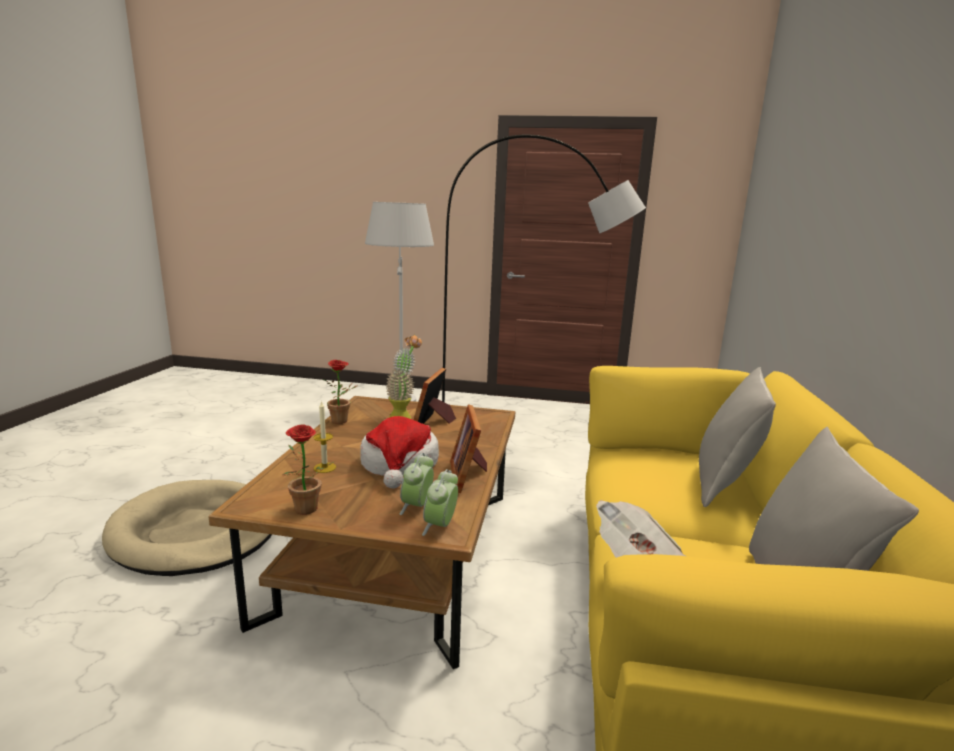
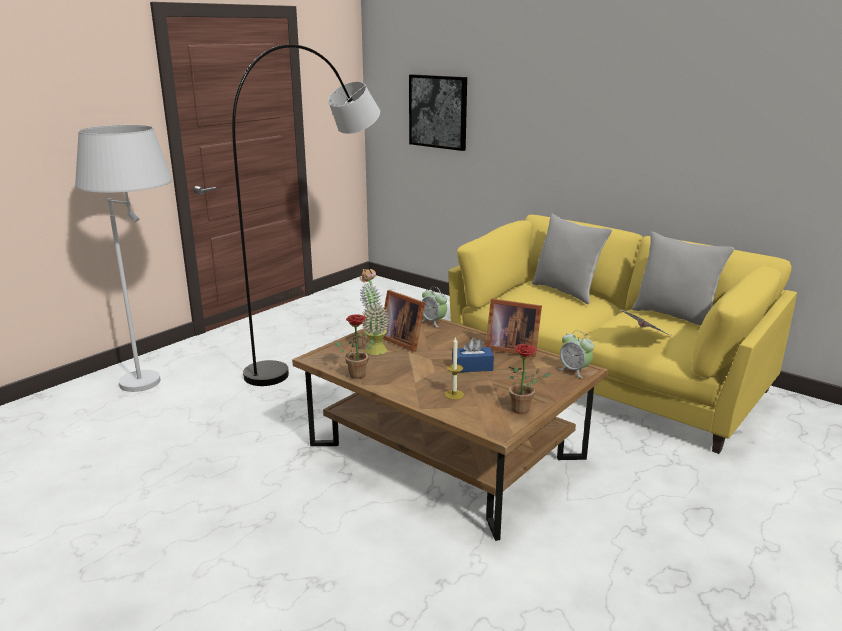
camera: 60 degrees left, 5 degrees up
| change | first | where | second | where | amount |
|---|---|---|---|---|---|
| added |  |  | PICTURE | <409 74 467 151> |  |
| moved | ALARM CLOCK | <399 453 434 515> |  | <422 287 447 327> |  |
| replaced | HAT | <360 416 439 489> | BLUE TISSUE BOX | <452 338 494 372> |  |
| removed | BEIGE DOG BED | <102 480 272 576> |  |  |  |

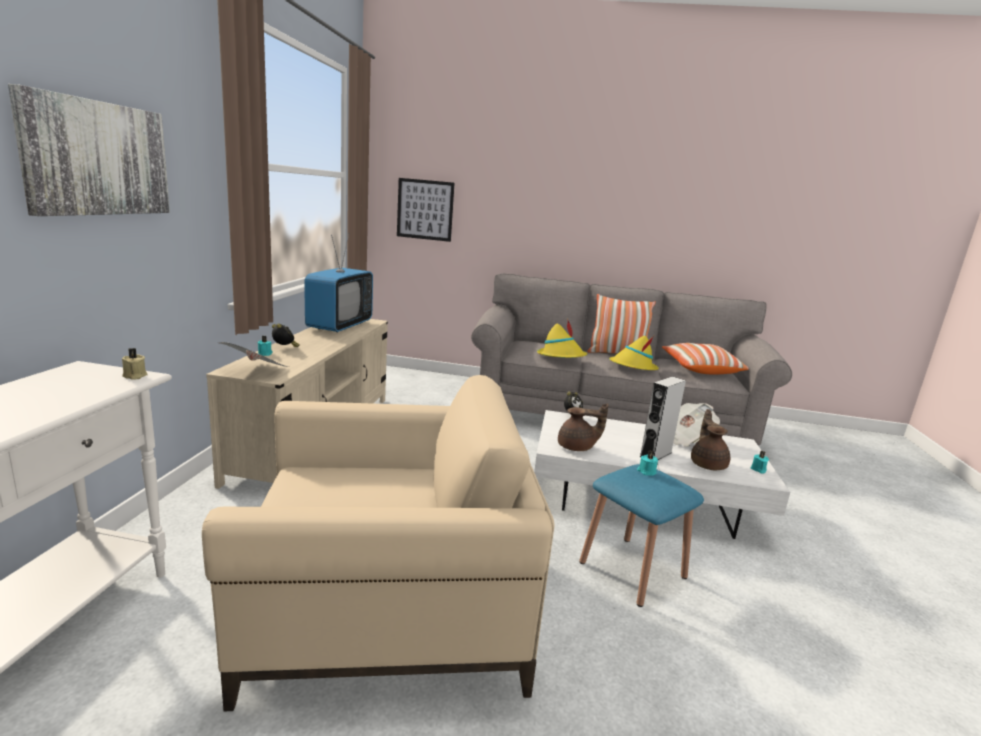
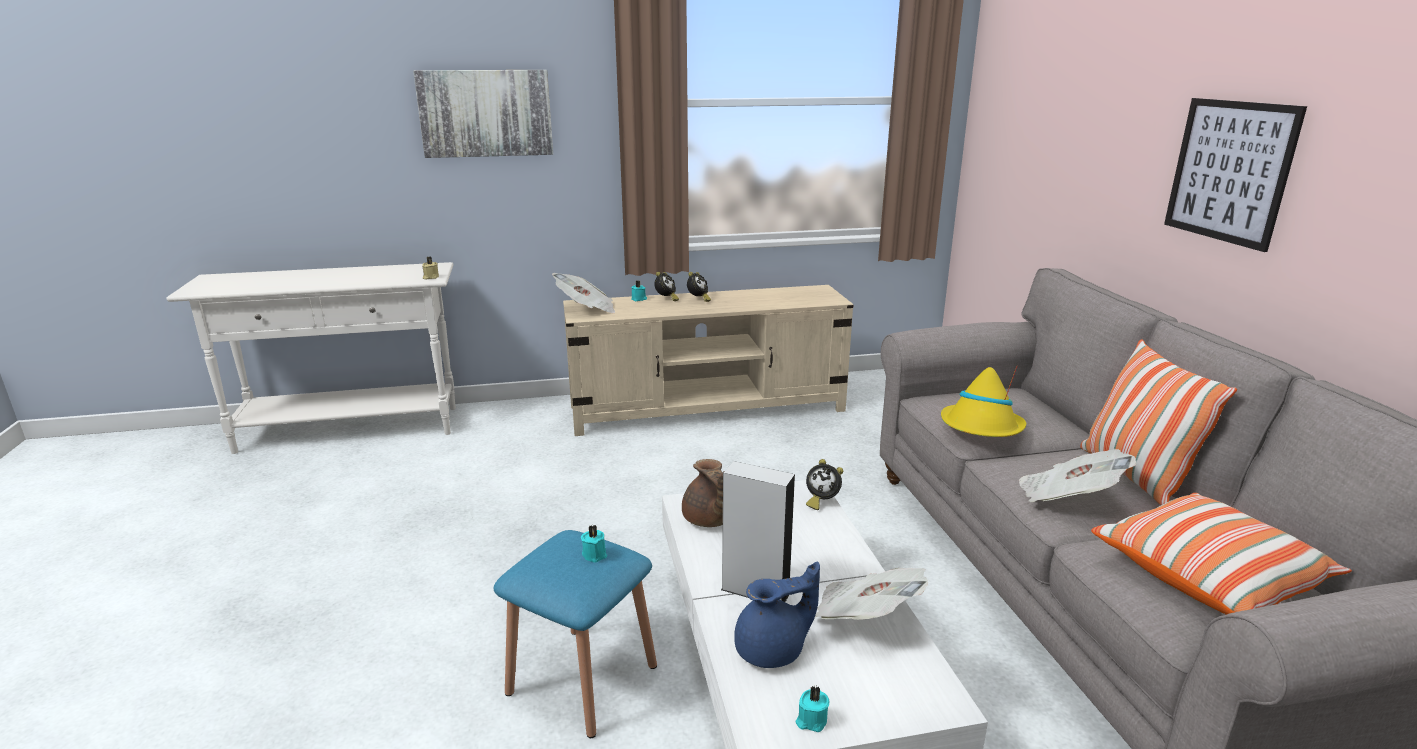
camera: 70 degrees right, 5 degrees up
| change | first | where | second | where | amount |
|---|---|---|---|---|---|
| added |  |  | ALARM CLOCK | <687 272 711 302> |  |
| recoloured | BROWN TEAPOT | <691 409 730 470> | BLUE TEAPOT | <734 561 820 668> |  |
| replaced | YELLOW HAT | <609 336 659 370> | NEWSPAPER | <1019 449 1137 502> |  |
| moved | PICTURE | <397 178 455 242> |  | <1164 98 1307 252> |  |
| removed | BEIGE ARMCHAIR | <202 375 555 711> |  |  |  |
| removed | TELEVISION | <304 233 373 333> |  |  |  |

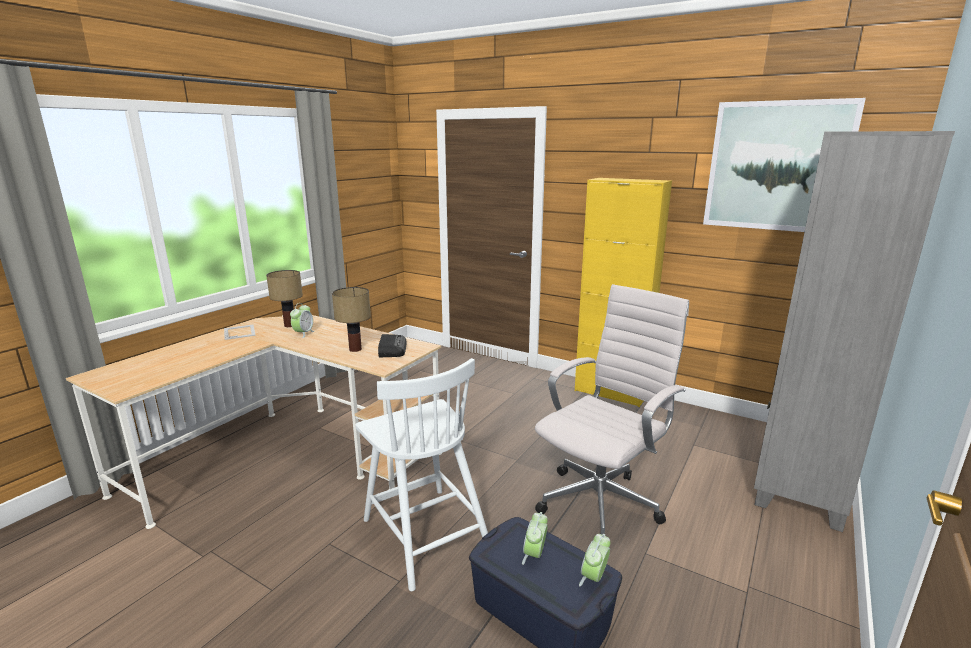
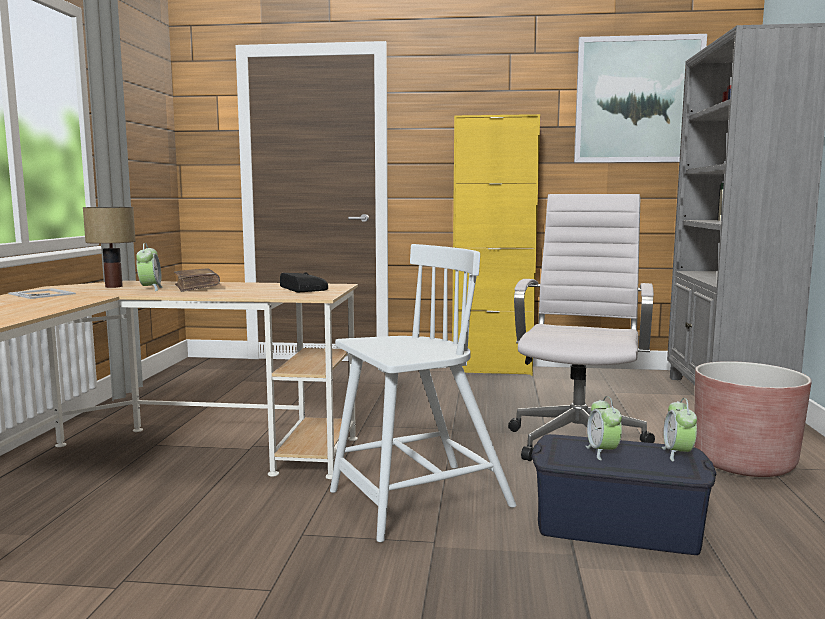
camera: 25 degrees left, 10 degrees down
| change | first | where | second | where | amount |
|---|---|---|---|---|---|
| added |  |  | BROWN BOOK | <174 269 220 292> |  |
| turned | WHITE CHAIR | <355 358 488 591> |  | <330 244 516 542> | 60 degrees counterclockwise |
| added |  |  | BROWN PLANTER | <694 361 812 477> |  |
| removed | TABLE LAMP | <332 287 371 352> |  |  |  |

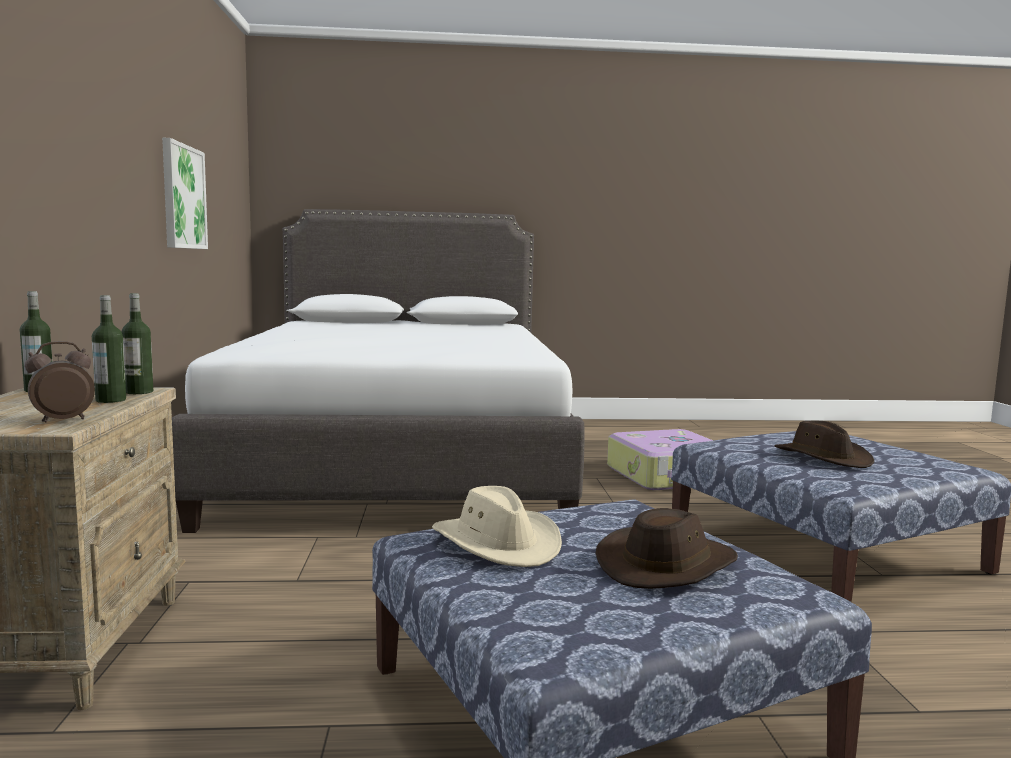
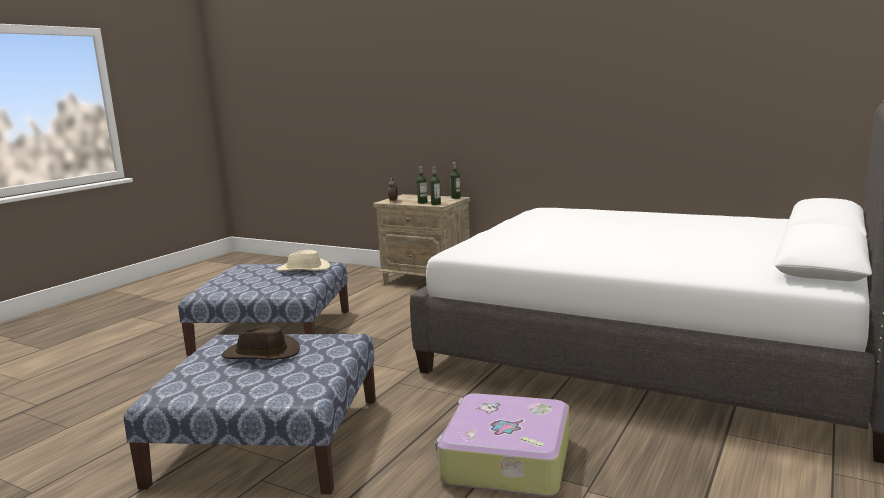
camera: 125 degrees right, 5 degrees up
| change | first | where | second | where | amount |
|---|---|---|---|---|---|
| removed | PICTURE | <162 138 208 249> |  |  |  |
| removed | BROWN HAT | <596 508 738 589> |  |  |  |

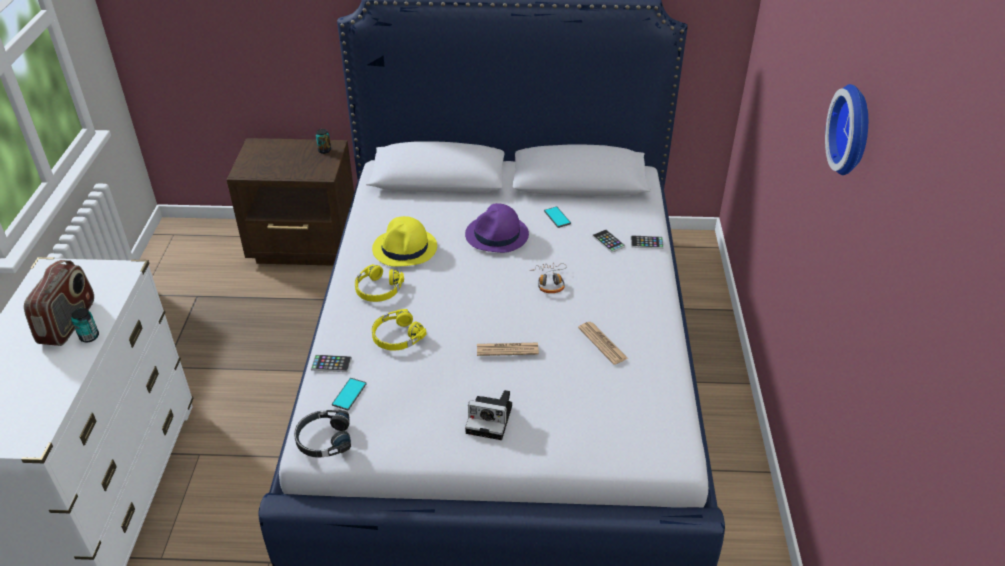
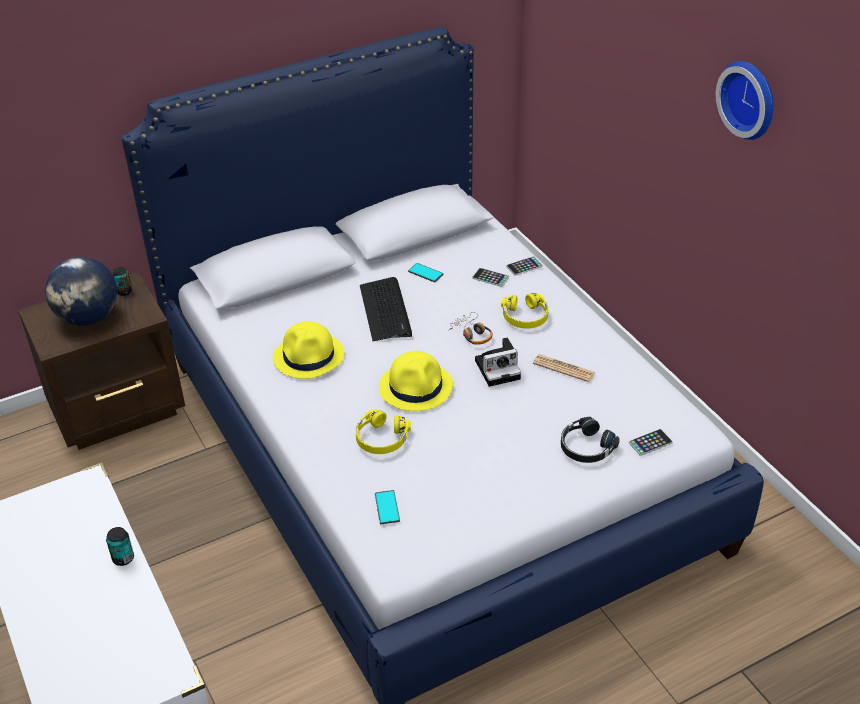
camera: 30 degrees left, 0 degrees up
| change | first | where | second | where | amount |
|---|---|---|---|---|---|
| added |  |  | GLOBE | <45 257 117 326> |  |
| replaced | PURPLE HAT | <465 203 529 253> | KEYBOARD | <360 277 412 341> |  |
| added |  |  | YELLOW HAT | <379 351 453 411> |  |
| moved | PHOTO CAMERA | <465 390 512 440> |  | <475 338 521 387> |  |
| moved | YELLOW HEADPHONES | <355 264 404 302> |  | <501 293 549 329> |  |
| moved | BLACK HEADPHONES | <294 410 351 458> |  | <561 417 620 463> |  |
| moved | PHONE | <311 355 352 372> |  | <629 429 673 456> |  |
| removed | RADIO | <24 260 94 346> |  |  |  |
| removed | NEWSPAPER | <477 343 539 356> |  |  |  |

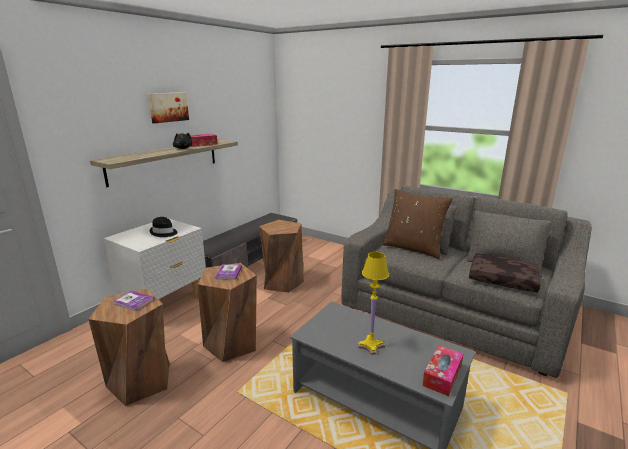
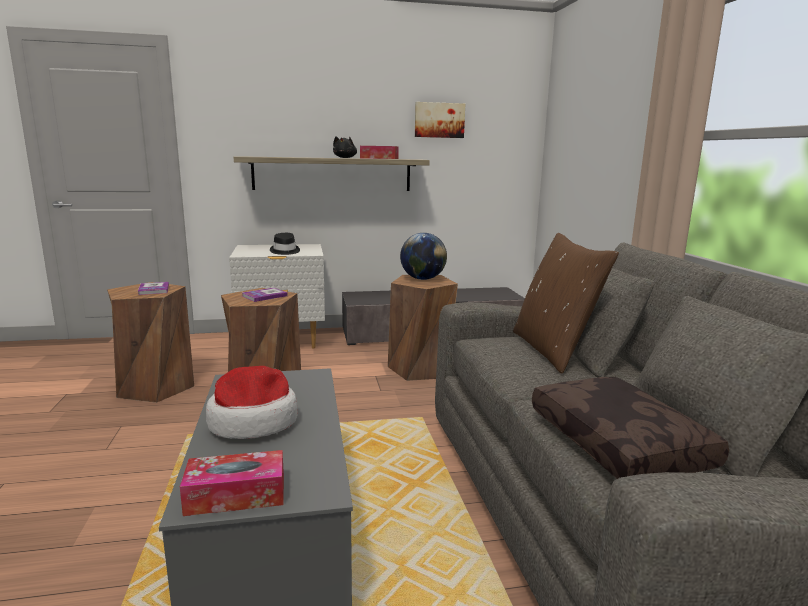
camera: 45 degrees right, 5 degrees down
| change | first | where | second | where | amount |
|---|---|---|---|---|---|
| replaced | YELLOW TABLE LAMP | <357 252 389 355> | HAT | <206 366 298 439> |  |
| added |  |  | GLOBE | <400 233 447 280> |  |
| moved | PICTURE | <148 92 189 123> |  | <415 102 465 138> |  |

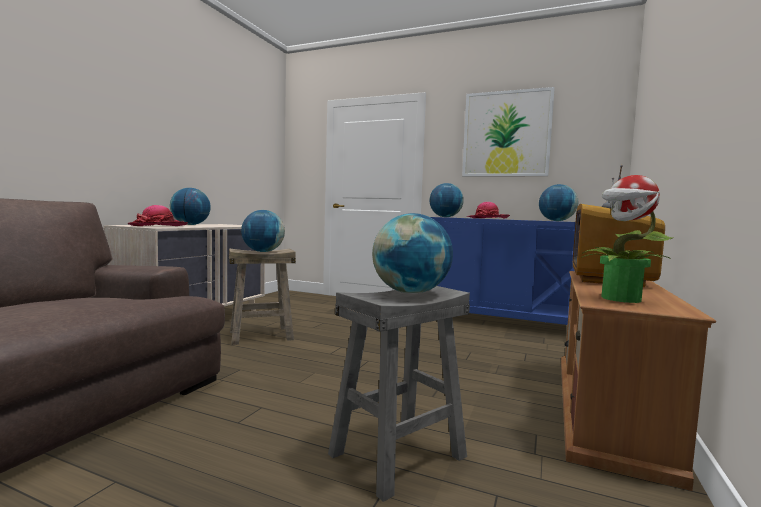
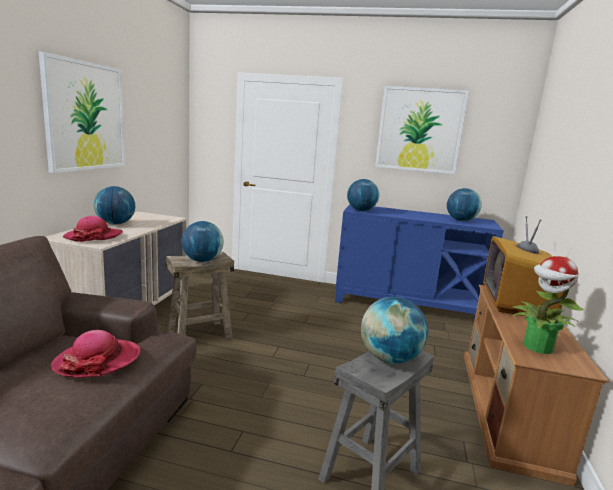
camera: 10 degrees left, 10 degrees up
| change | first | where | second | where | amount |
|---|---|---|---|---|---|
| added |  |  | PICTURE | <39 52 125 173> |  |
| moved | HAT | <466 202 510 219> |  | <51 330 141 378> |  |

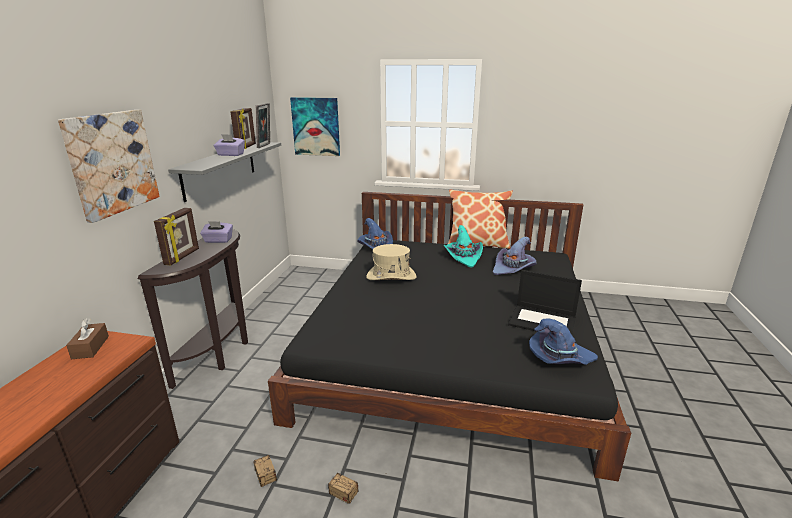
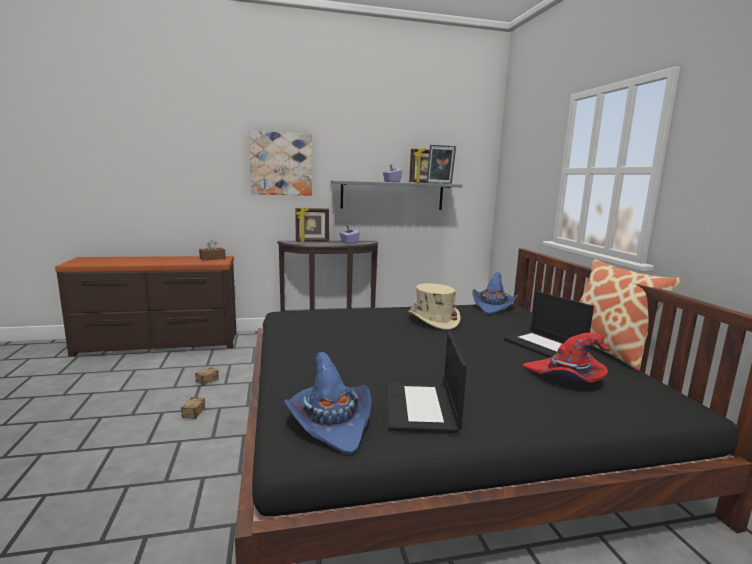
camera: 65 degrees right, 10 degrees down
| change | first | where | second | where | amount |
|---|---|---|---|---|---|
| replaced | TURQUOISE HAT | <444 225 483 268> | LAPTOP | <504 291 594 358> |  |
| recoloured | PURPLE HAT | <493 236 537 275> | RED HAT | <523 333 609 383> |  |
| removed | PICTURE | <290 97 340 156> |  |  |  |

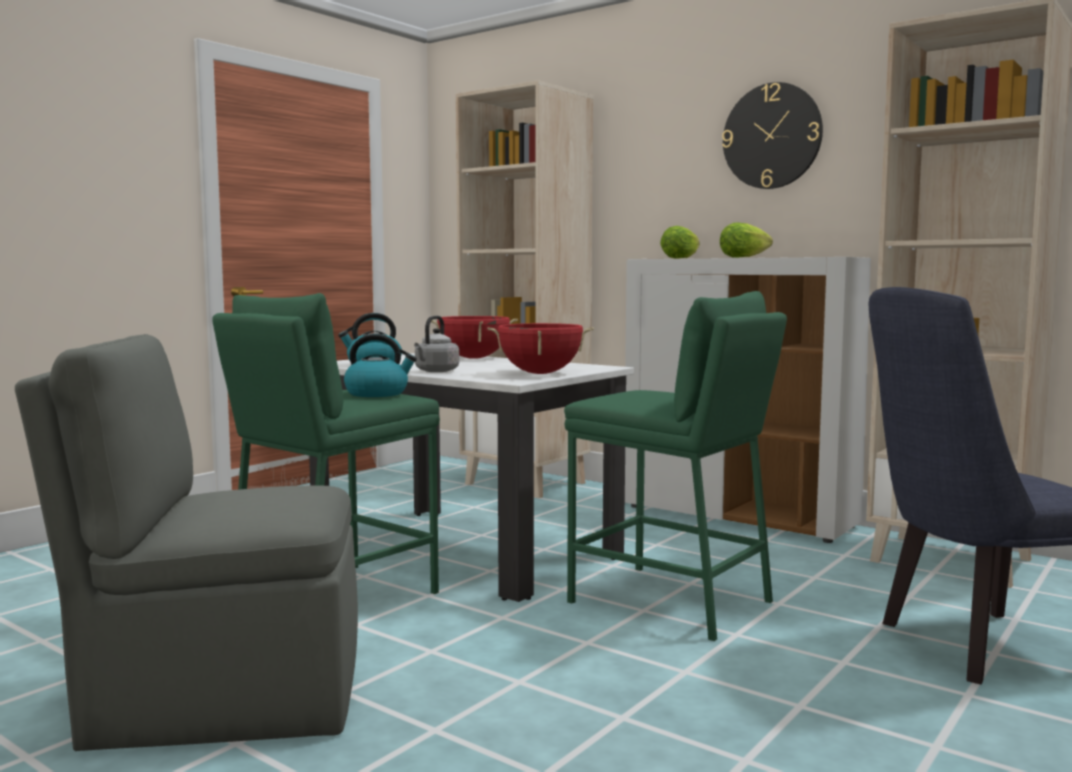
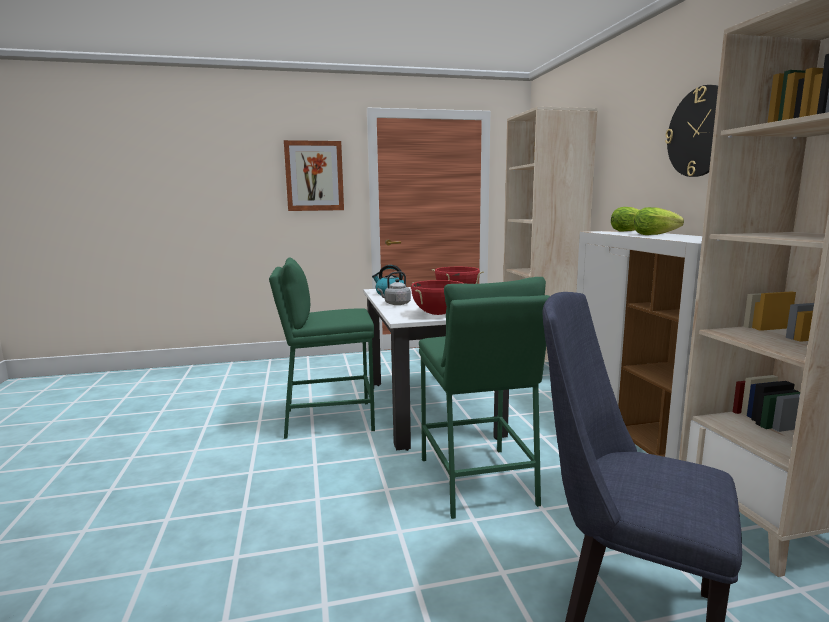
camera: 40 degrees right, 5 degrees up
| change | first | where | second | where | amount |
|---|---|---|---|---|---|
| added |  |  | PICTURE | <284 140 344 211> |  |
| removed | GREY CHAIR | <15 334 358 751> |  |  |  |
| removed | KETTLE | <344 334 417 397> |  |  |  |

